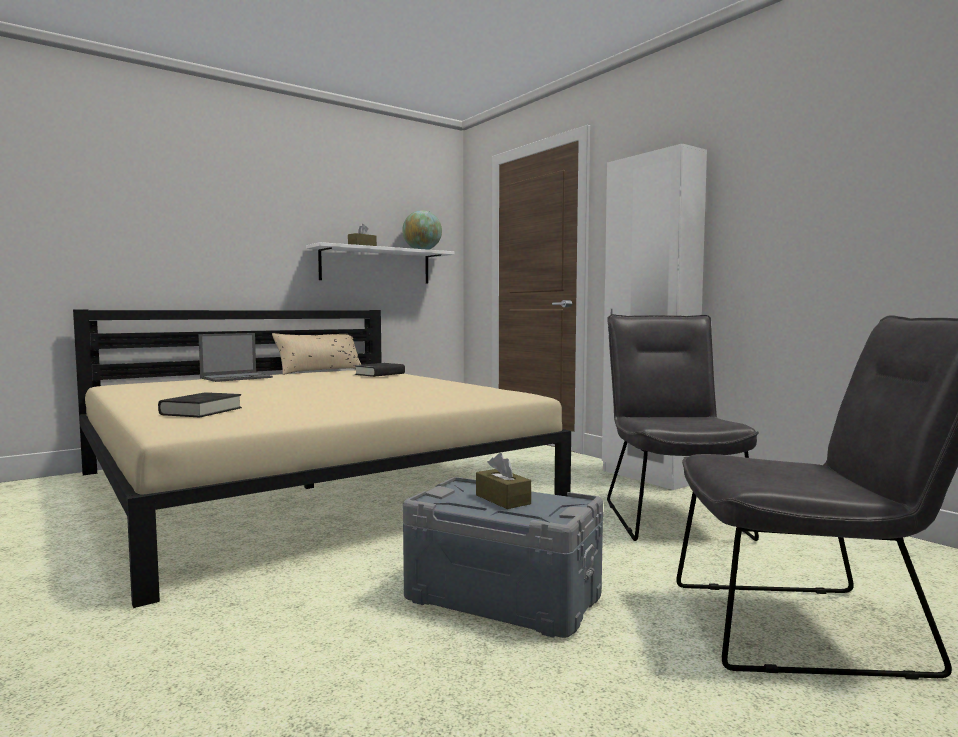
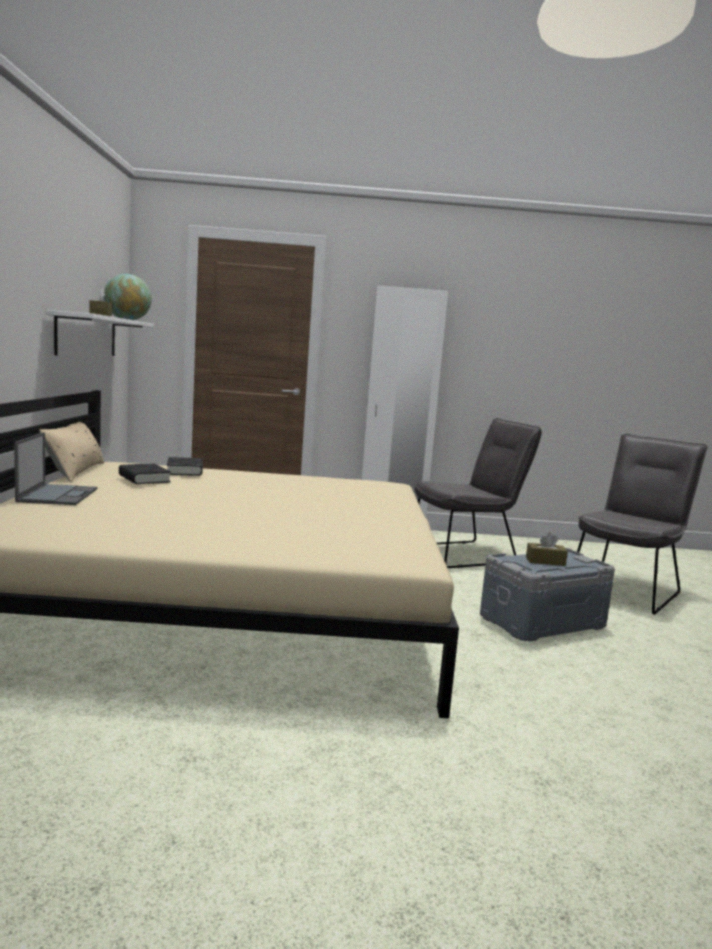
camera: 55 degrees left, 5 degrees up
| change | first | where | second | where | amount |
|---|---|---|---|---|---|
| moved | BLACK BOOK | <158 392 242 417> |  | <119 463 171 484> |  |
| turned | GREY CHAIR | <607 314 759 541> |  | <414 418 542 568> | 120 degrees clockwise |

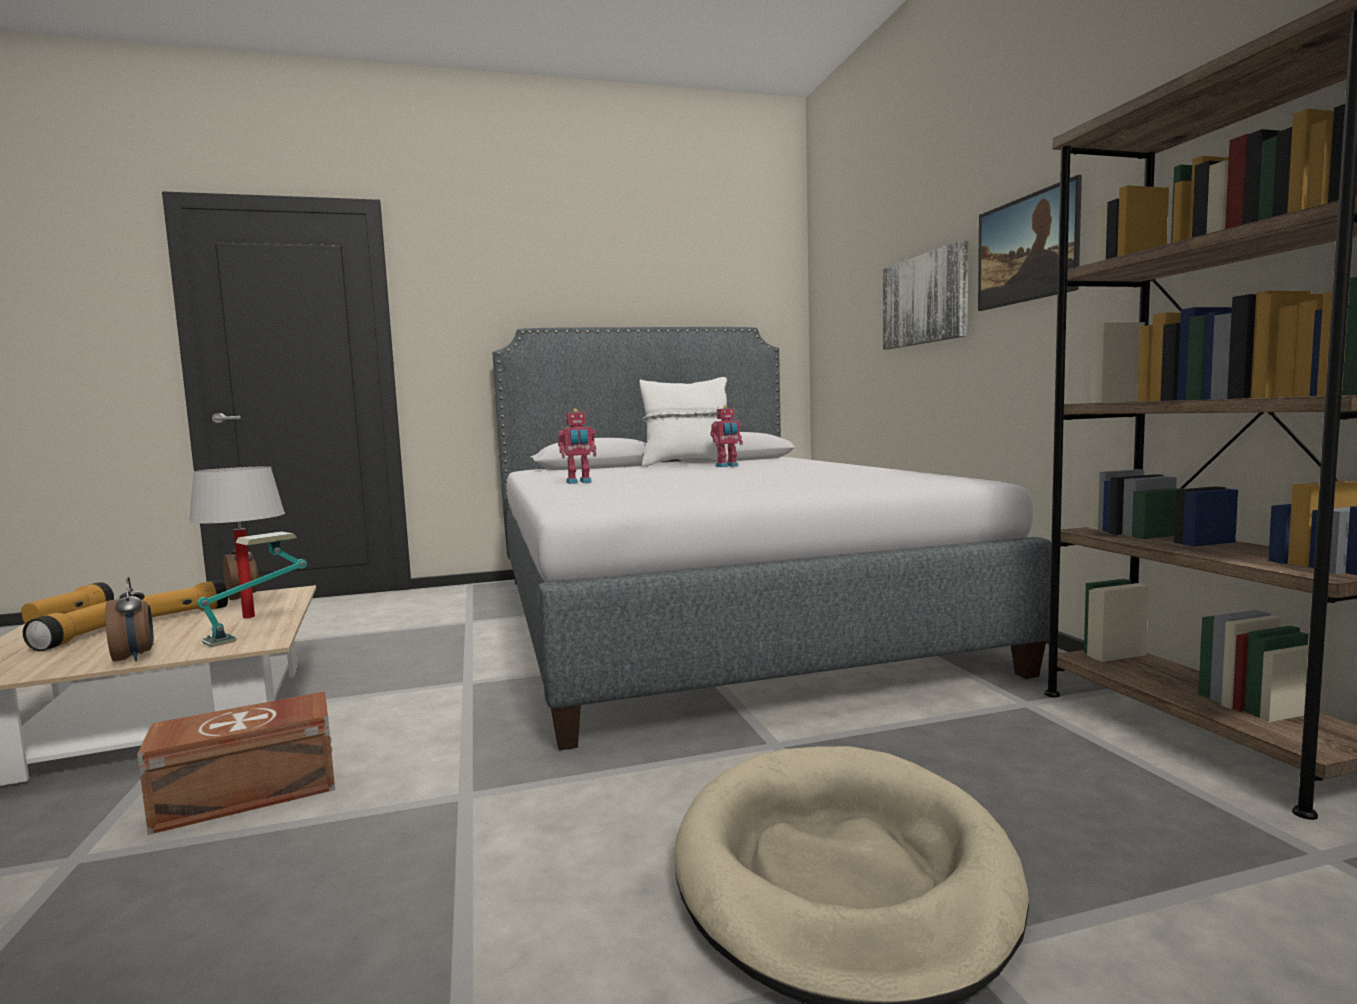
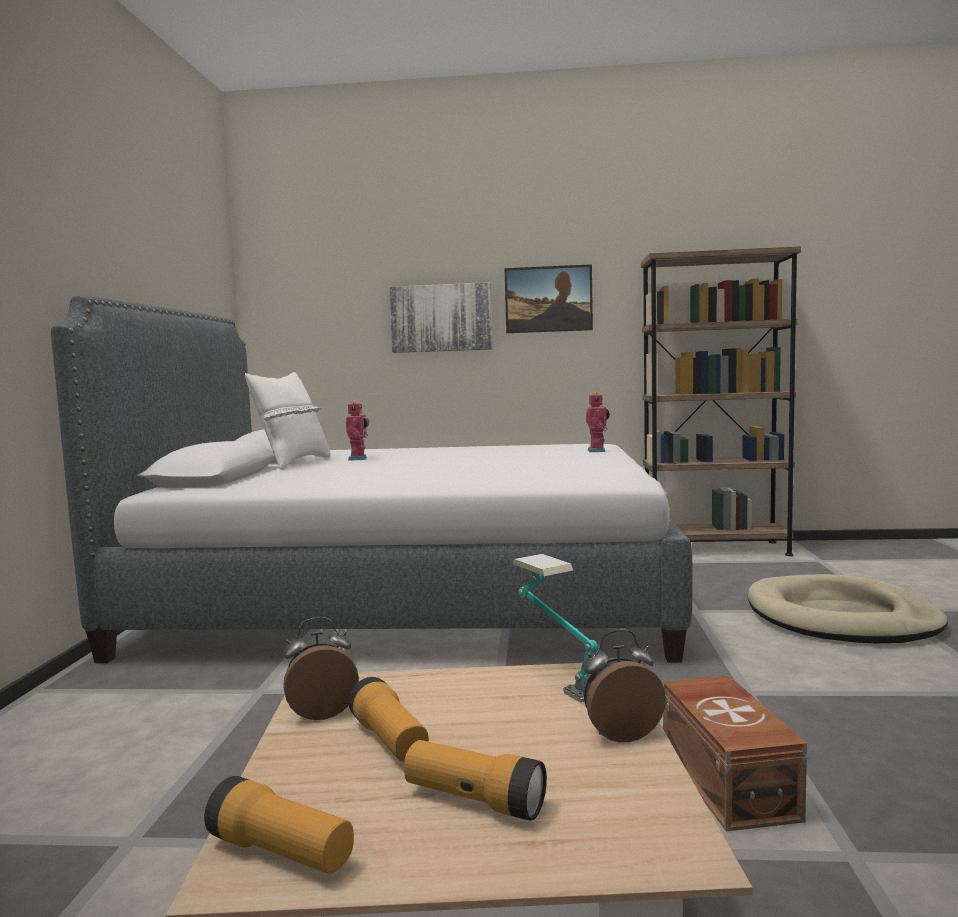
camera: 70 degrees left, 0 degrees up
| change | first | where | second | where | amount |
|---|---|---|---|---|---|
| moved | TOY ROBOT | <558 408 596 484> |  | <586 392 610 452> |  |
| removed | WHITE TABLE LAMP | <189 466 285 618> |  |  |  |

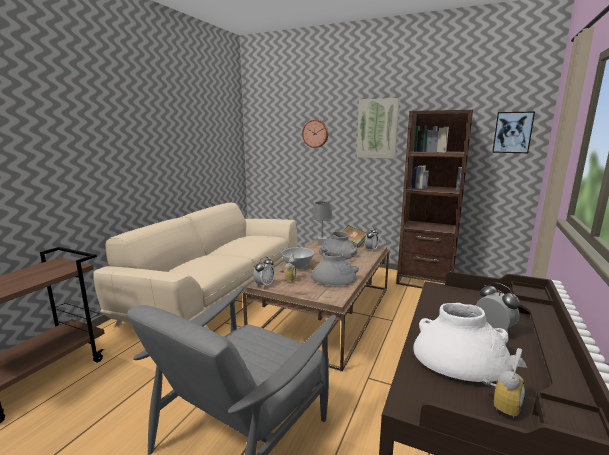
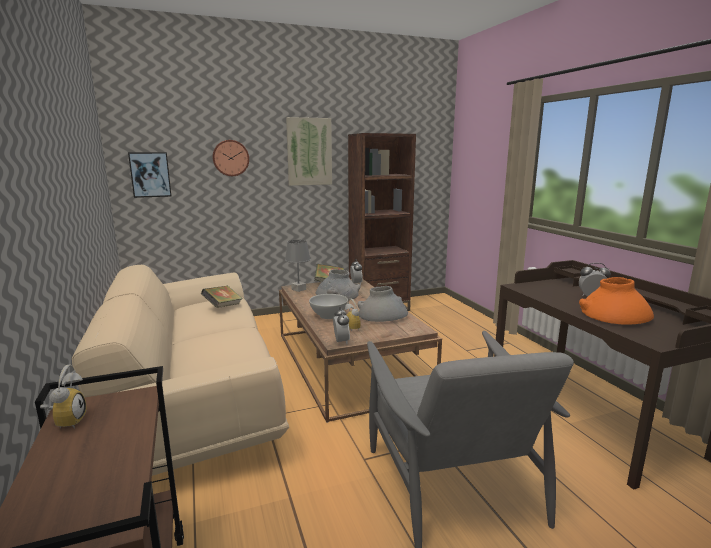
camera: 45 degrees left, 0 degrees up
| change | first | where | second | where | amount |
|---|---|---|---|---|---|
| moved | ALARM CLOCK | <482 348 527 419> |  | <40 365 86 428> |  |
| moved | PICTURE | <492 112 535 153> |  | <128 152 172 198> |  |
| added |  |  | BOOK | <201 286 243 308> |  |
| recoloured | WHITE VASE | <413 303 513 382> | ORANGE VASE | <579 277 654 325> |  |

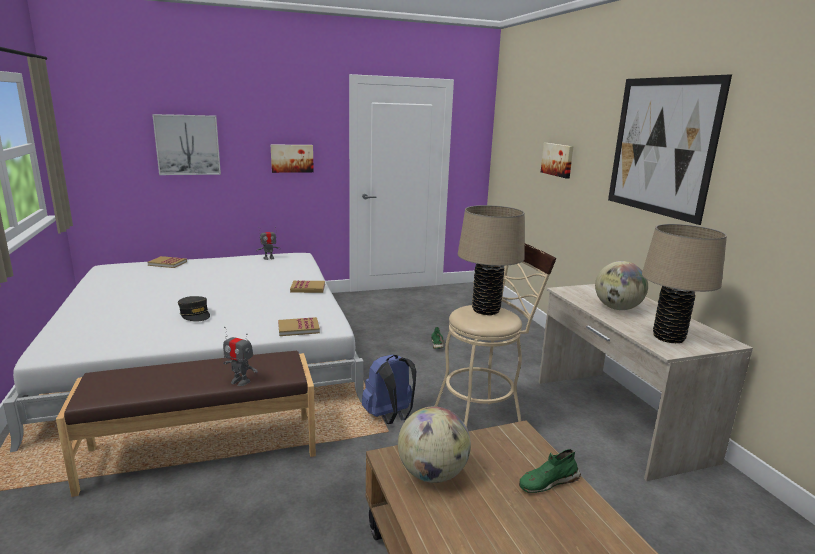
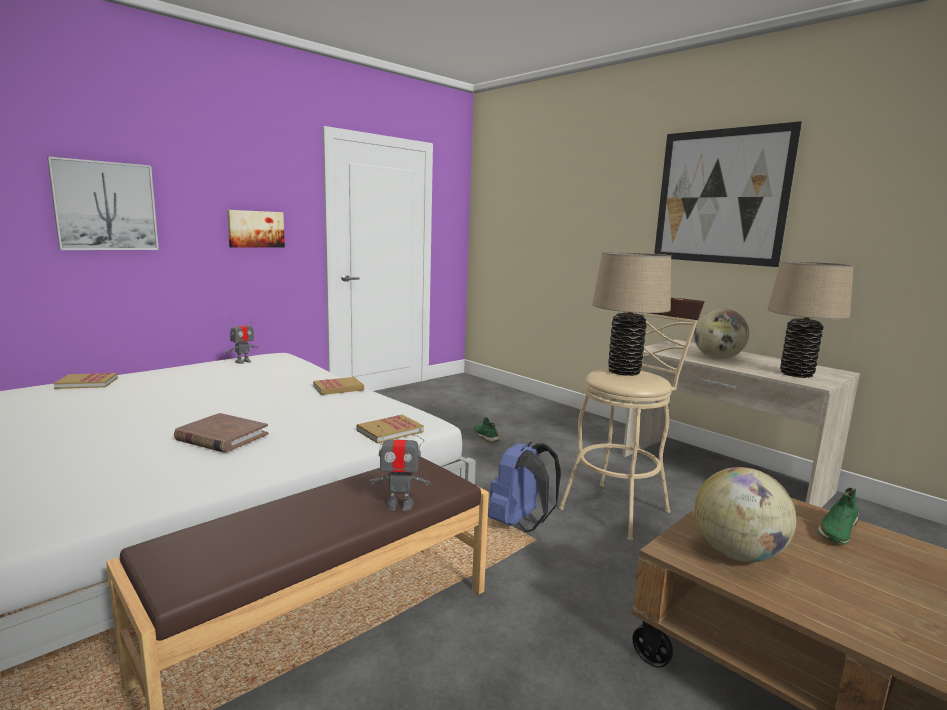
camera: 25 degrees left, 5 degrees down
| change | first | where | second | where | amount |
|---|---|---|---|---|---|
| replaced | GREY CAP | <178 296 210 321> | BROWN BOOK | <174 413 268 453> |  |
| removed | PICTURE | <541 143 574 178> |  |  |  |

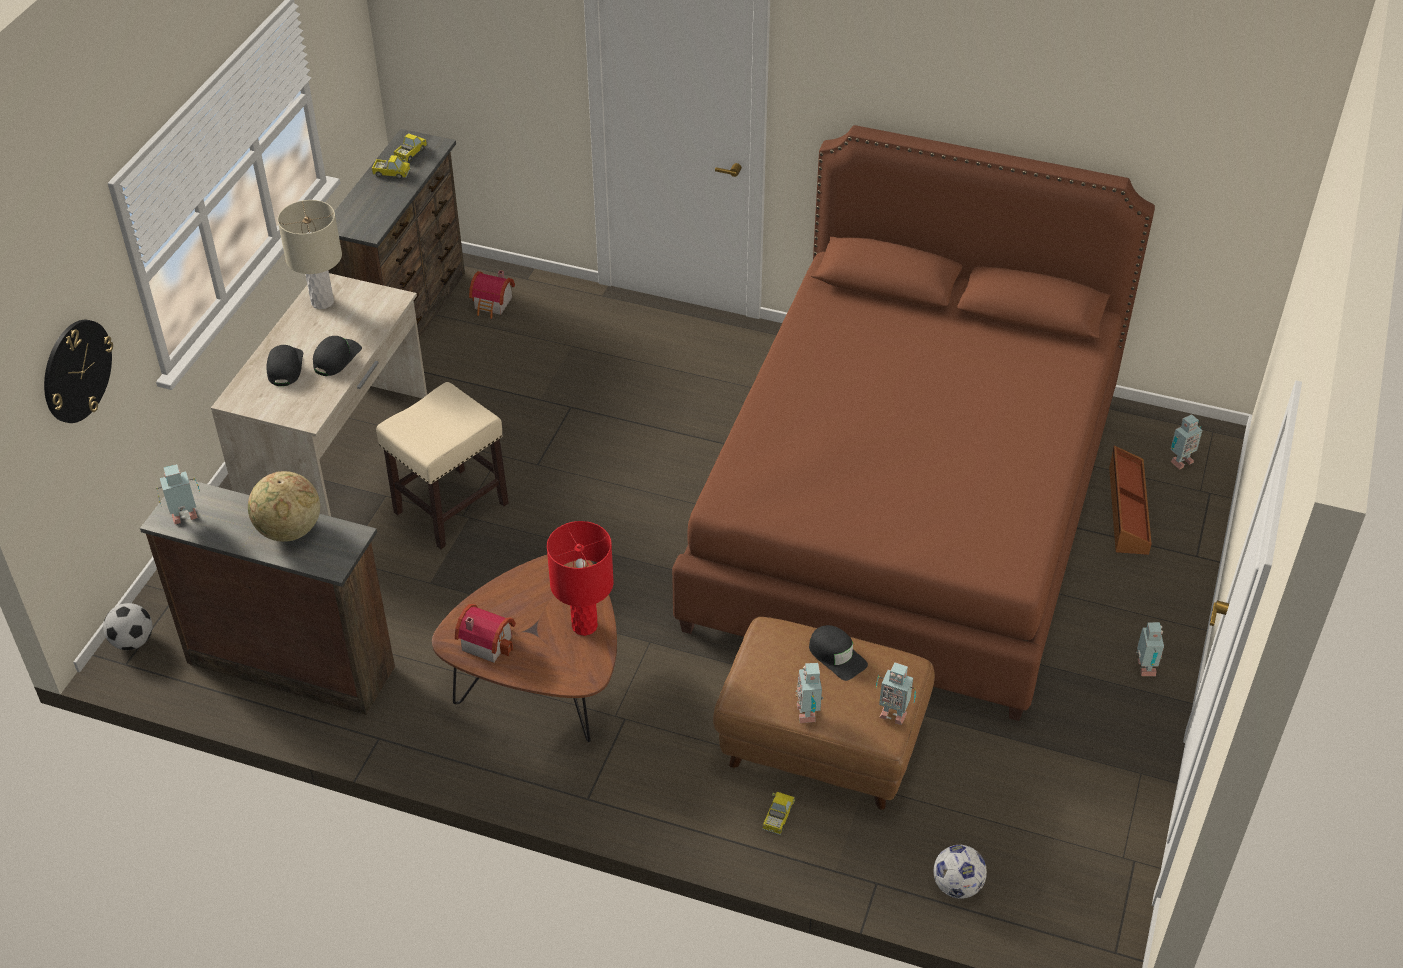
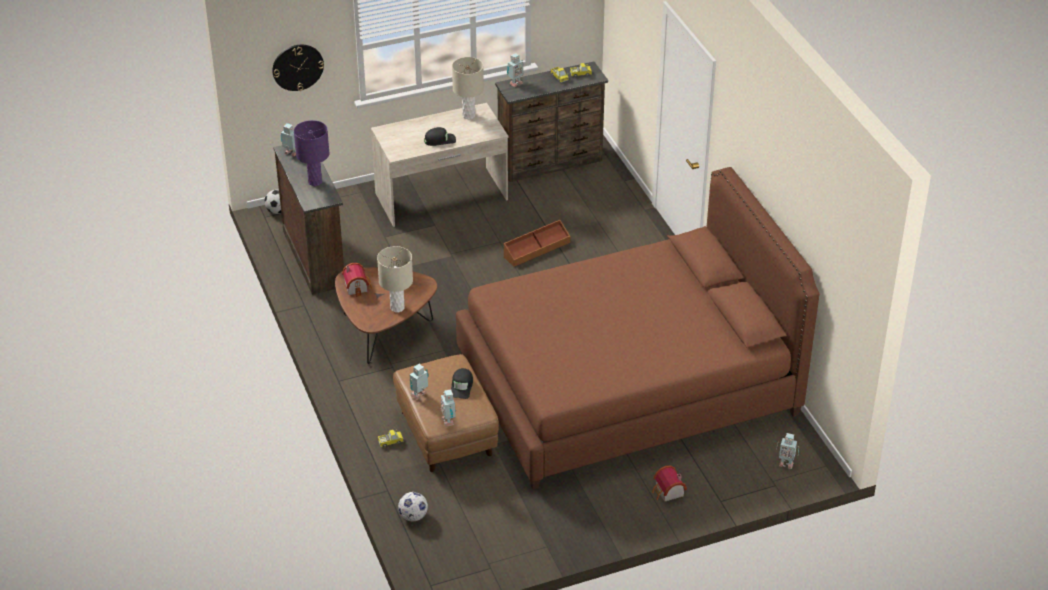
camera: 50 degrees right, 5 degrees down
| change | first | where | second | where | amount |
|---|---|---|---|---|---|
| replaced | GLOBE | <248 471 320 542> | PURPLE TABLE LAMP | <294 120 329 186> |  |
| recoloured | RED TABLE LAMP | <547 521 614 636> | BEIGE TABLE LAMP | <377 246 413 312> |  |
| moved | BROWN STORAGE BOX | <1109 445 1152 555> |  | <503 220 570 267> |  |
| moved | TOY ROBOT | <1136 622 1164 676> |  | <507 53 523 87> |  |
| moved | TOY HOUSE | <469 270 515 319> |  | <652 465 687 502> |  |
| removed | BLACK CAP | <266 345 303 386> |  |  |  |
| removed | BEIGE STOOL | <376 382 509 549> |  |  |  |

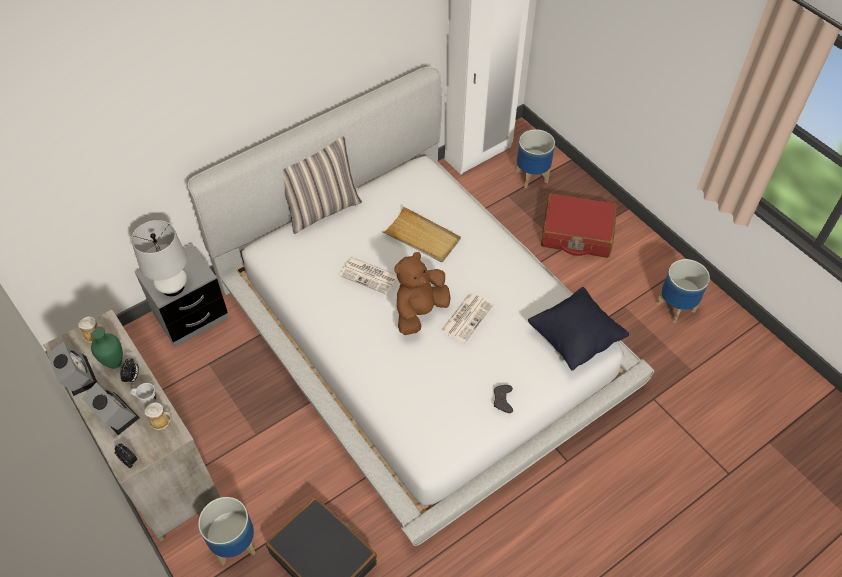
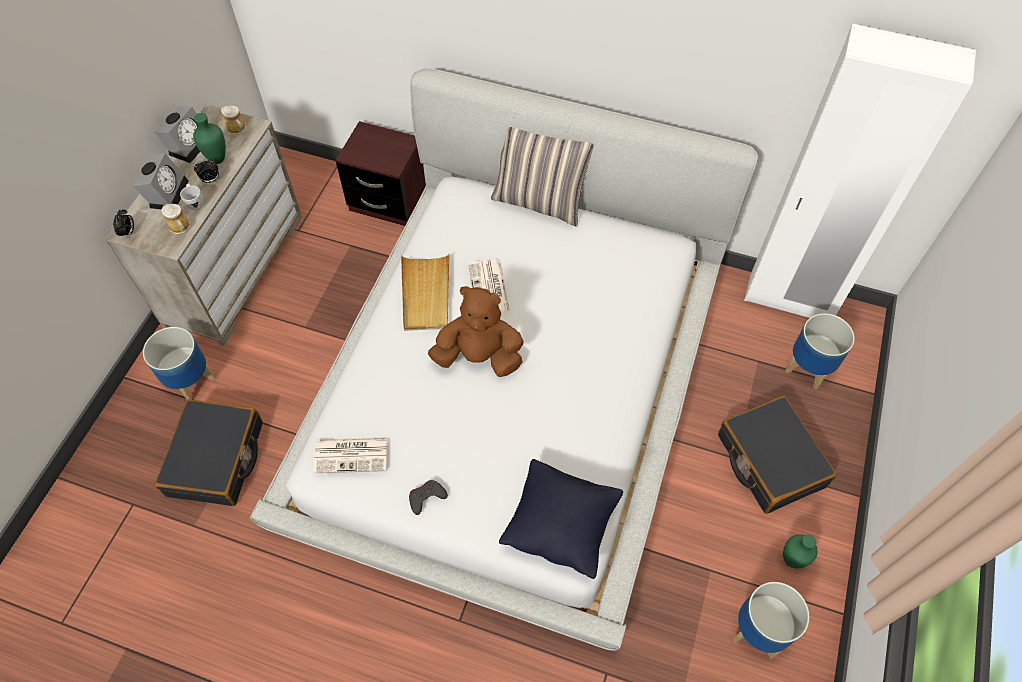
camera: 55 degrees right, 5 degrees up
| change | first | where | second | where | amount |
|---|---|---|---|---|---|
| moved | NEWSPAPER | <440 293 493 343> |  | <313 437 388 473> |  |
| recoloured | GREY NIGHTSTAND | <135 244 229 347> | BROWN NIGHTSTAND | <335 121 426 226> |  |
| moved | BEIGE TRAY | <382 206 461 262> |  | <401 253 450 331> |  |
| recoloured | RED SUITCASE | <541 193 617 258> | BLACK SUITCASE | <718 396 837 514> |  |
| added |  |  | GREEN VASE | <783 534 817 568> |  |
| removed | WHITE TABLE LAMP | <131 220 187 296> |  |  |  |

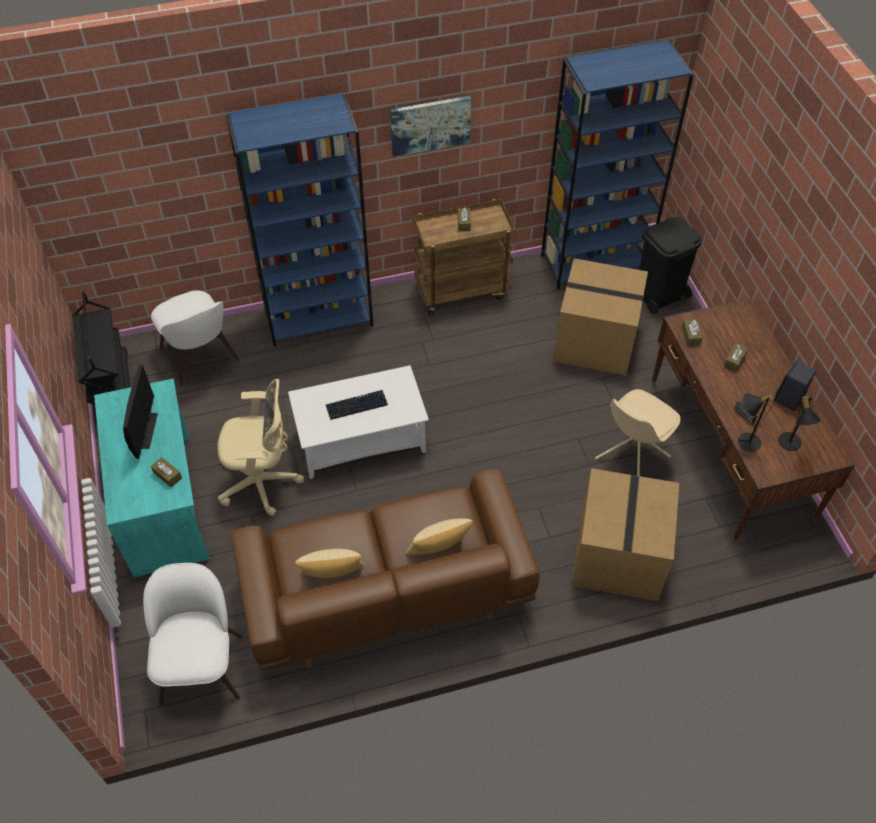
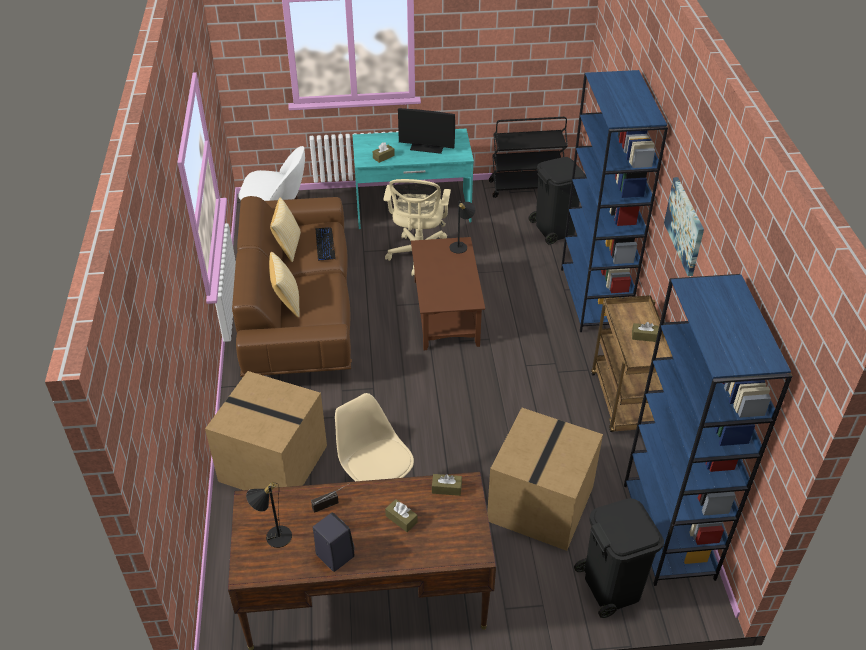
camera: 100 degrees right, 10 degrees down
| change | first | where | second | where | amount |
|---|---|---|---|---|---|
| moved | KEYBOARD | <326 390 388 420> |  | <316 227 336 261> |  |
| recoloured | WHITE COFFEE TABLE | <288 365 429 479> | BROWN COFFEE TABLE | <411 237 485 350> |  |
| moved | BLACK TABLE LAMP | <738 393 776 452> |  | <450 201 475 253> |  |
| replaced | WHITE CHAIR | <151 290 239 386> | BLACK TRASH CAN | <528 157 586 245> |  |

